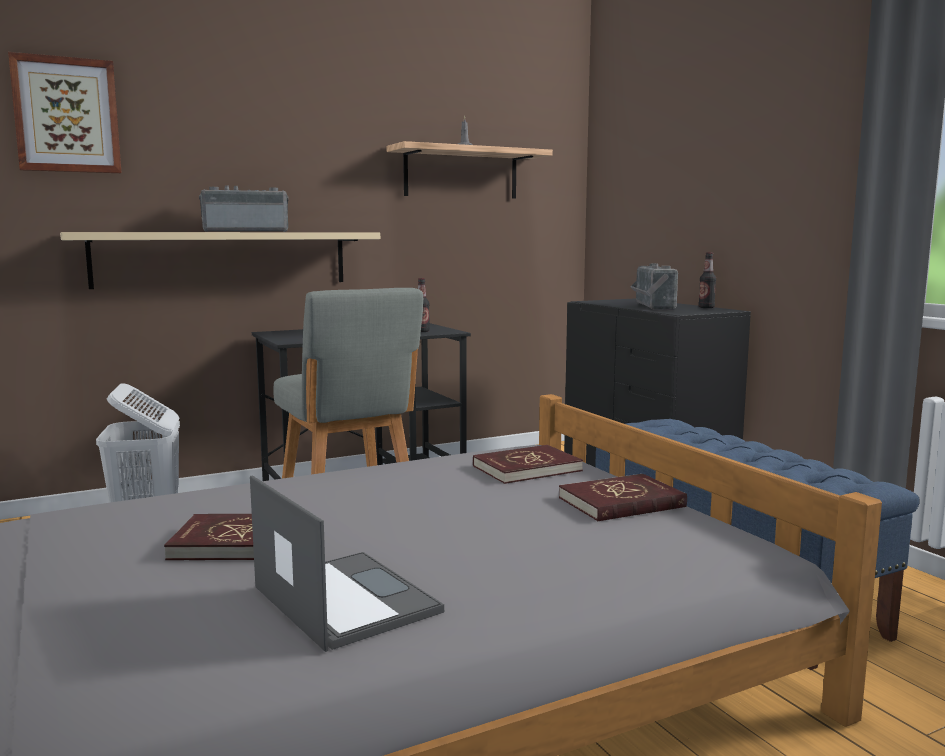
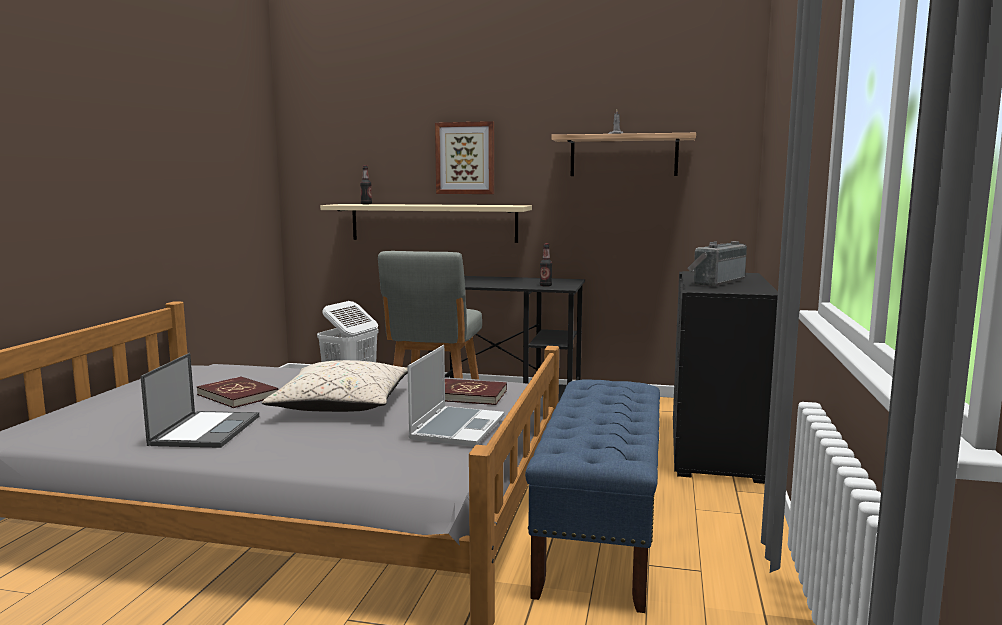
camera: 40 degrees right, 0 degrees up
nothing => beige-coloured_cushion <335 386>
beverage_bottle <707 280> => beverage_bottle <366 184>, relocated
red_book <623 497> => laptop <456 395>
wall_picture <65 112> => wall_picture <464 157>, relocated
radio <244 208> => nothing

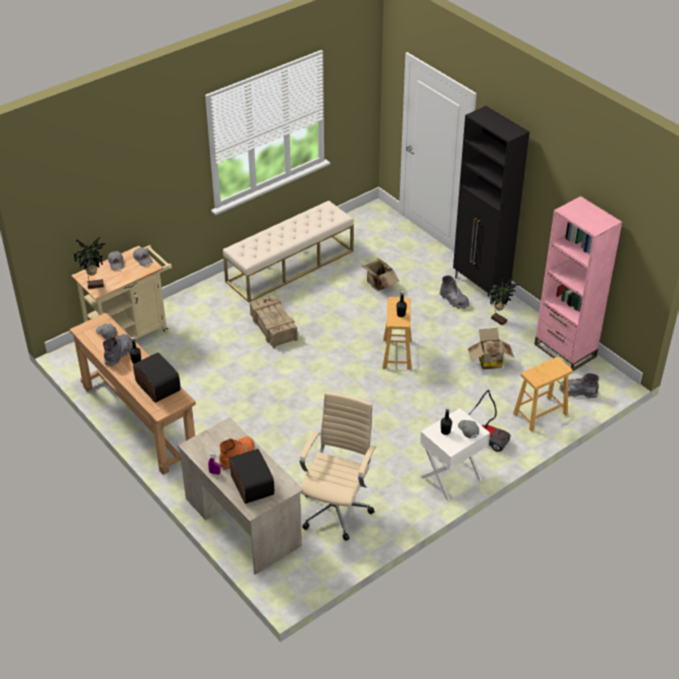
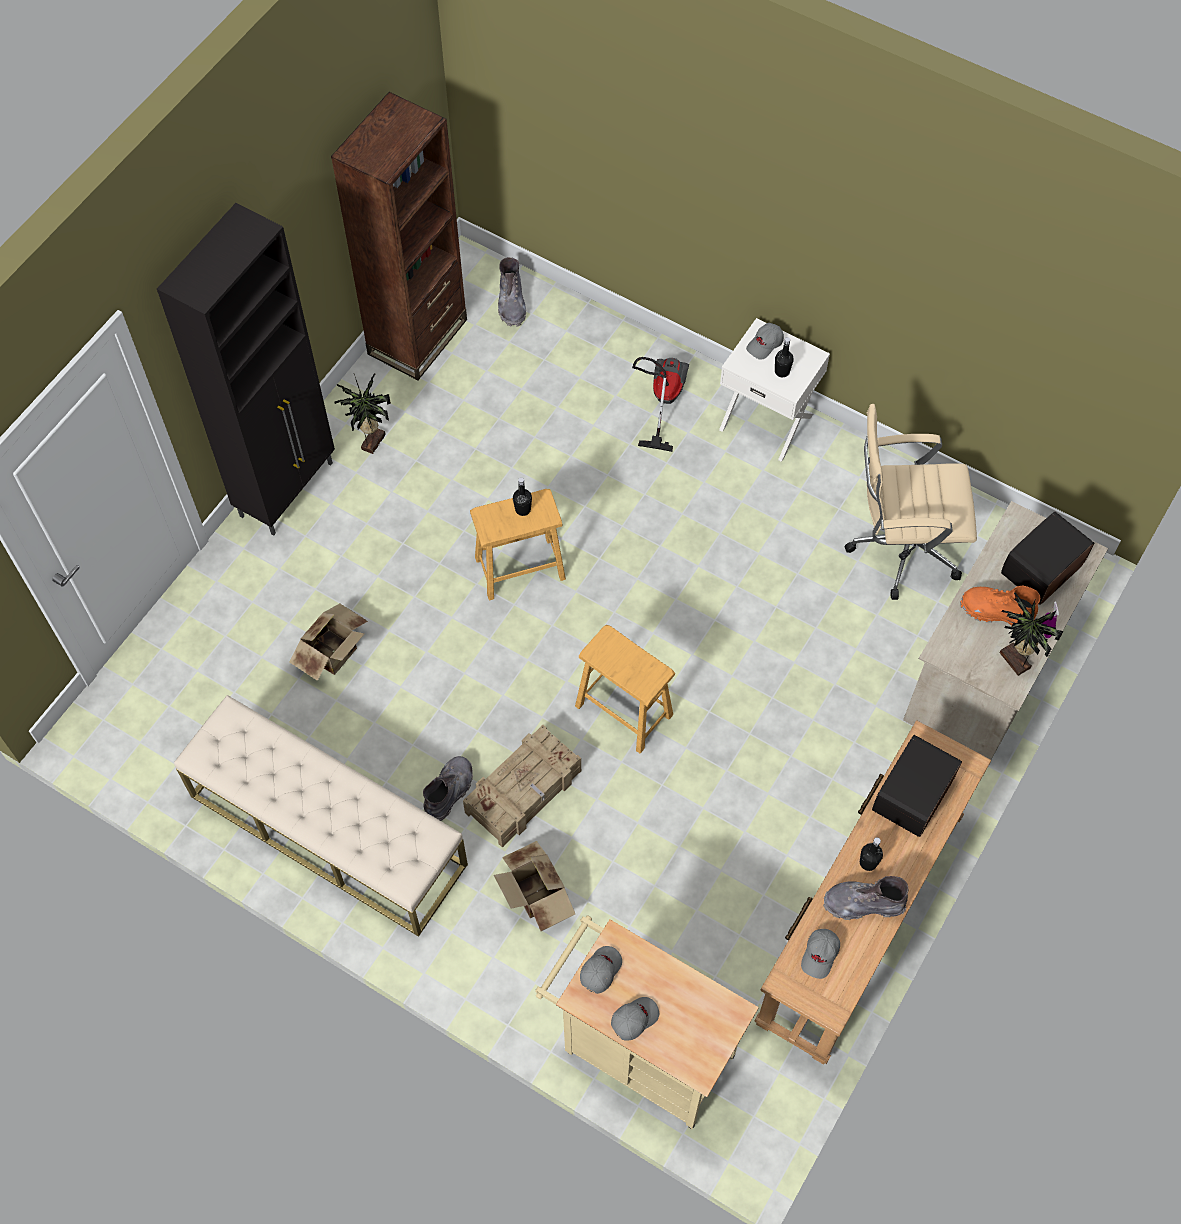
camera: 110 degrees left, 20 degrees up
pink_bookcase <578 283> => brown-coloured_bookcase <399 236>
gray_high-top_boot <454 292> => gray_high-top_boot <448 788>, relocated
packing_box <491 349> => packing_box <534 886>, relocated
brown-coloured_stool_seat <543 394> => brown-coloured_stool_seat <625 689>, relocated
houseplant <90 263> => houseplant <1031 634>, relocated

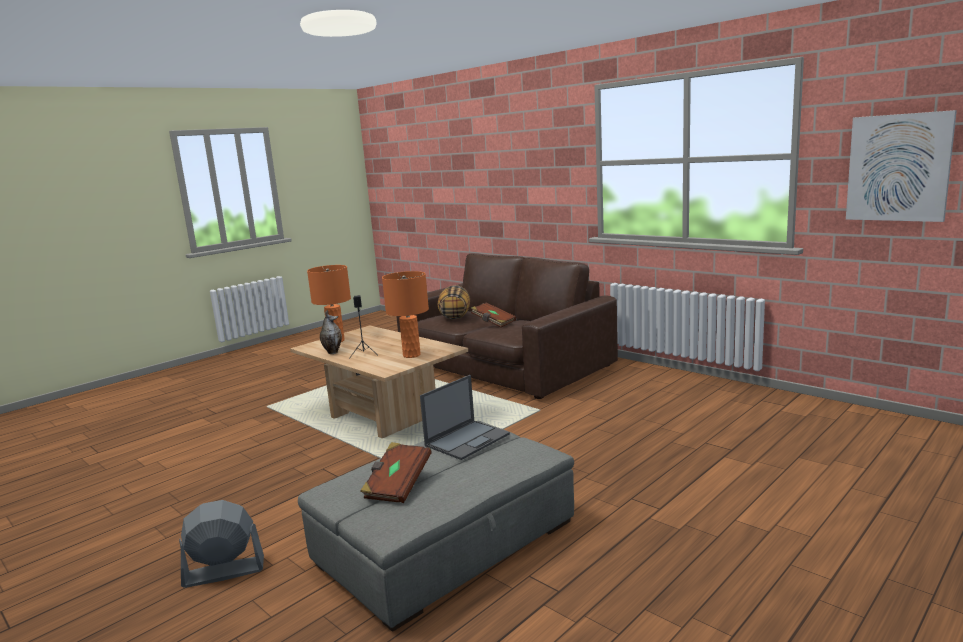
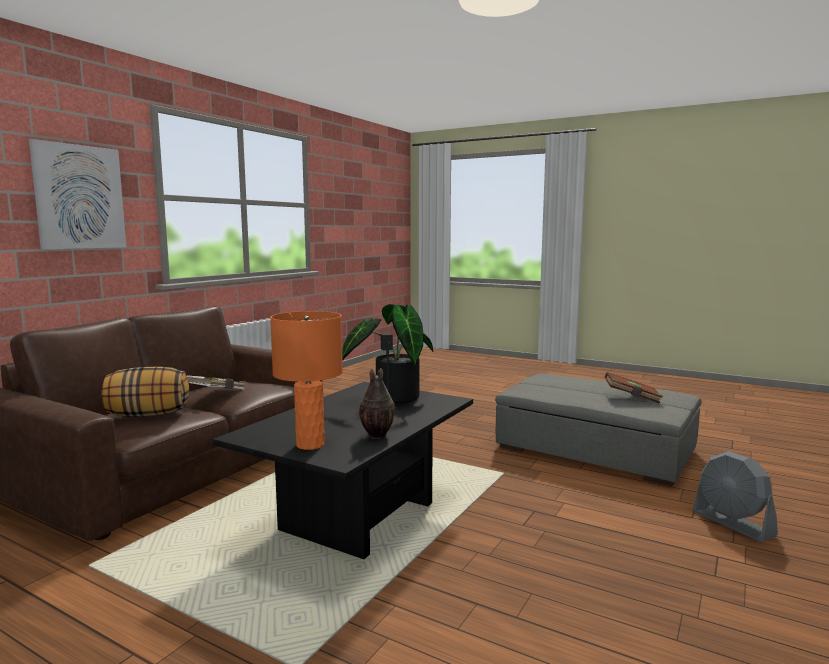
camera: 105 degrees left, 5 degrees down
wall_picture <901 166> => wall_picture <77 194>, relocated
brown-coloured_book <493 315> => white-coloured_book <216 382>
beige-coloured_lounge_table <379 381> => blackish_lounge_table <343 470>
orangey_table_lamp <405 314> => houseplant <387 353>
laptop <465 417> => nothing

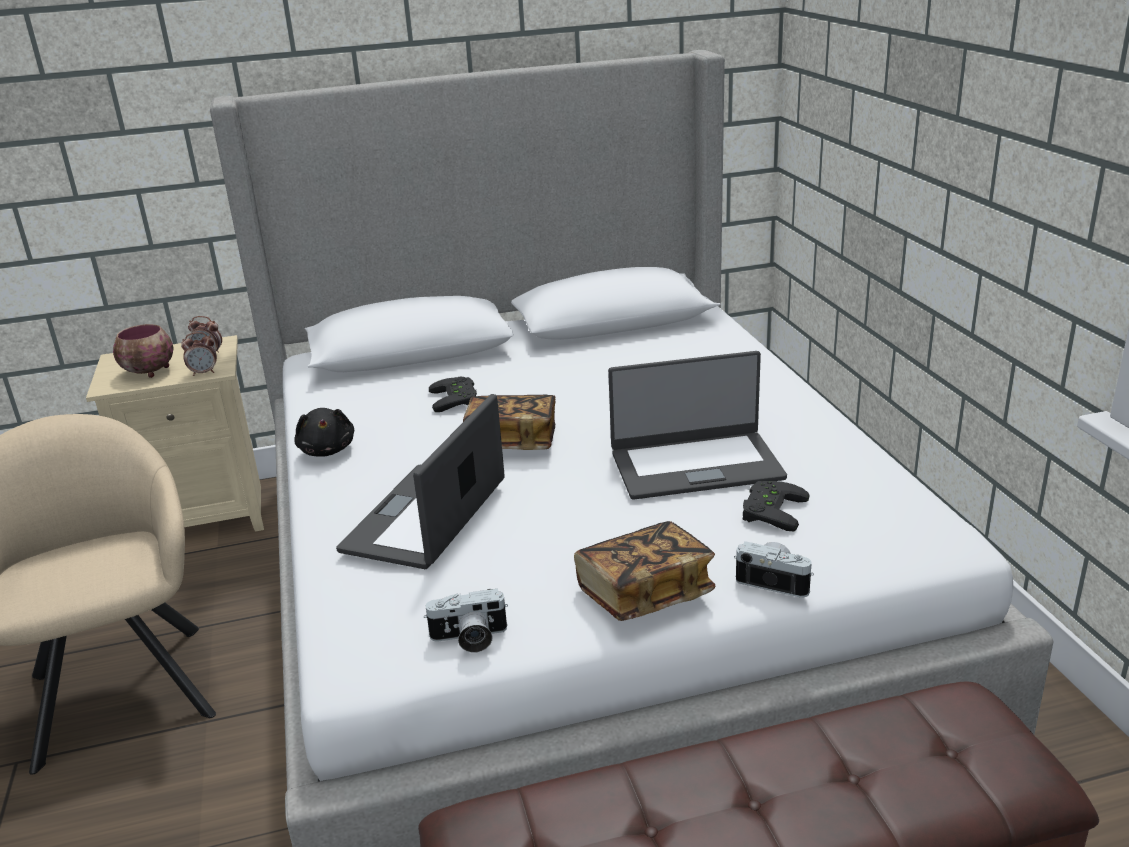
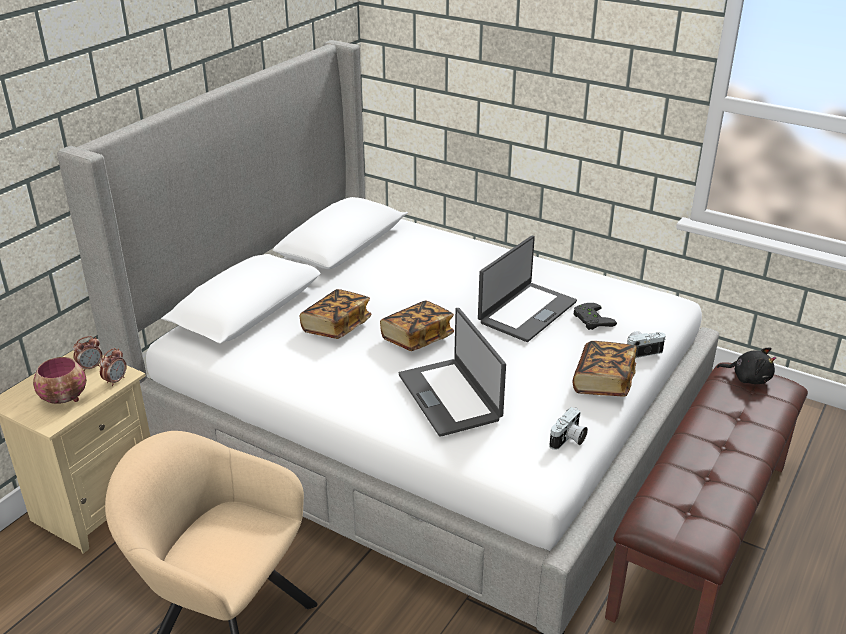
camera: 45 degrees left, 5 degrees up
blackish_game_controller <453 394> => book <335 314>
blackish_plush_toy <324 432> => blackish_plush_toy <746 366>, relocated

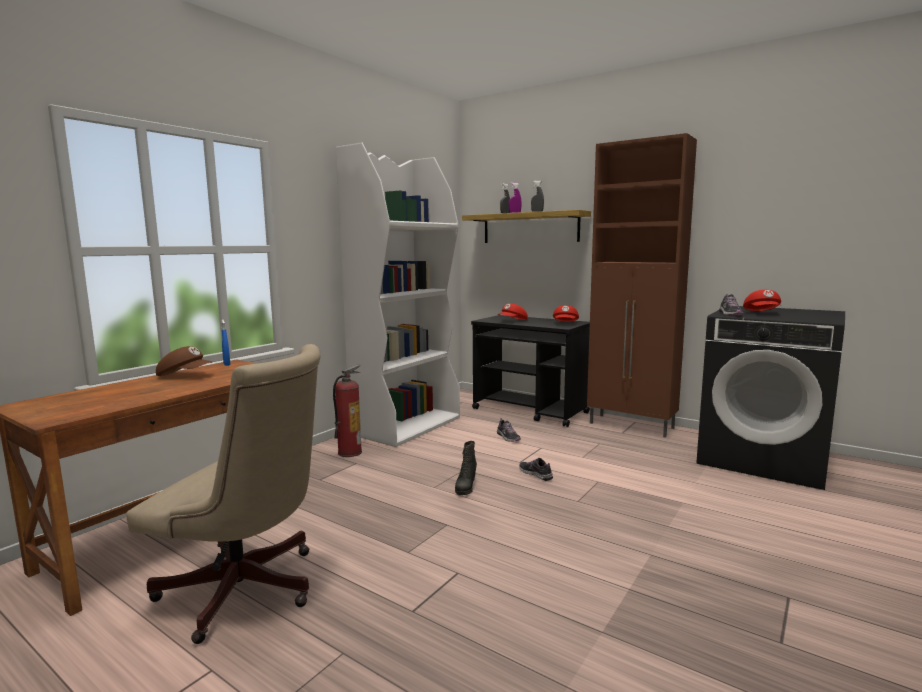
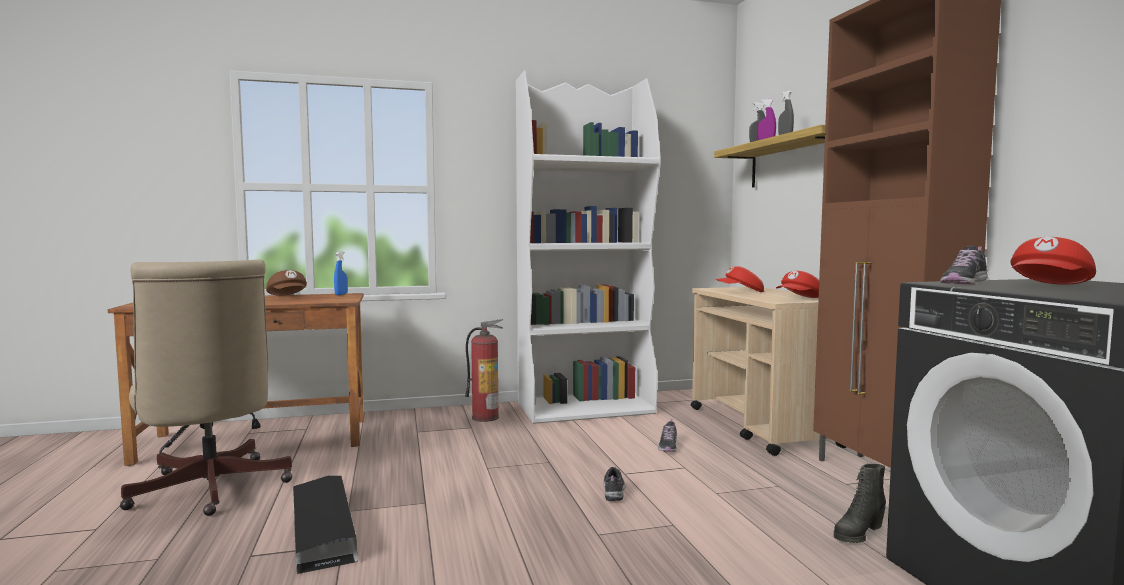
camera: 40 degrees right, 5 degrees down
nothing => blackish_storage_container <325 525>
blackish_cart <530 371> => beige-coloured_cart <768 371>
blackish_high-top_boot <466 468> => blackish_high-top_boot <860 503>, relocated

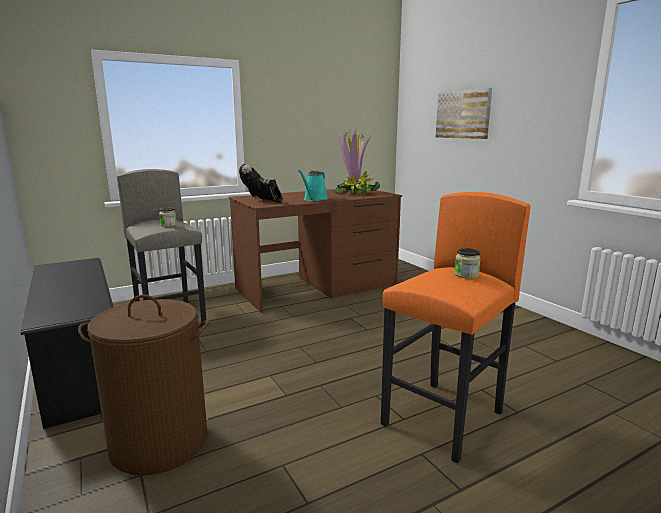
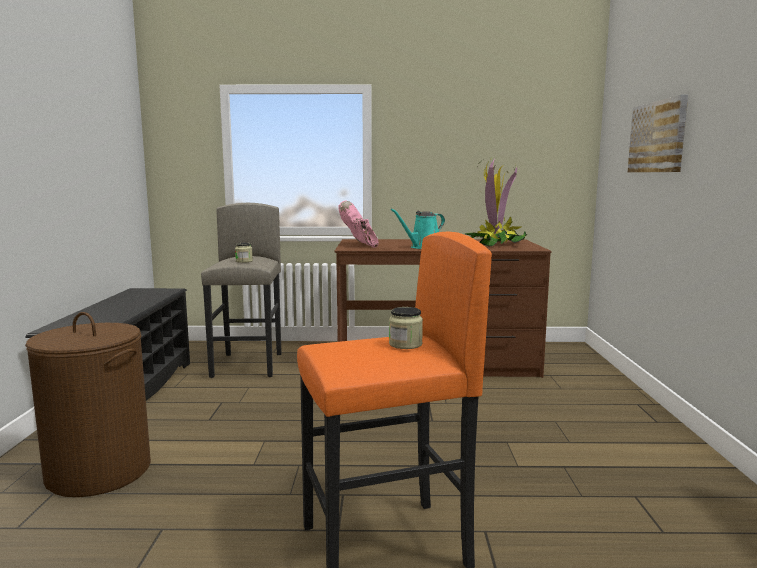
camera: 30 degrees right, 5 degrees down
blackish_high-top_boot <261 183> => pink_high-top_boot <358 224>

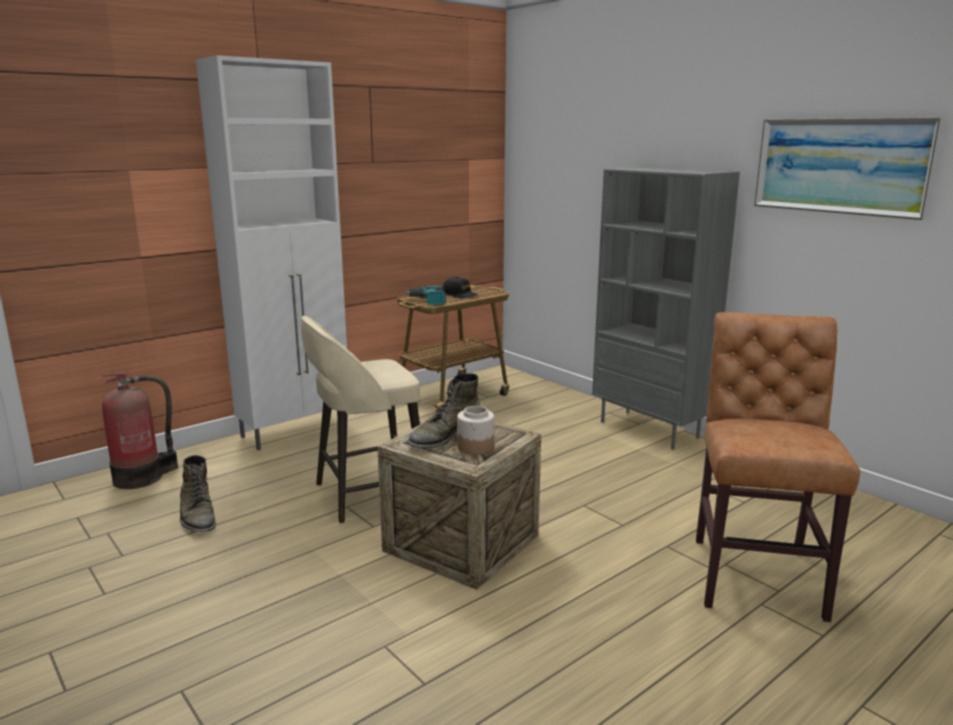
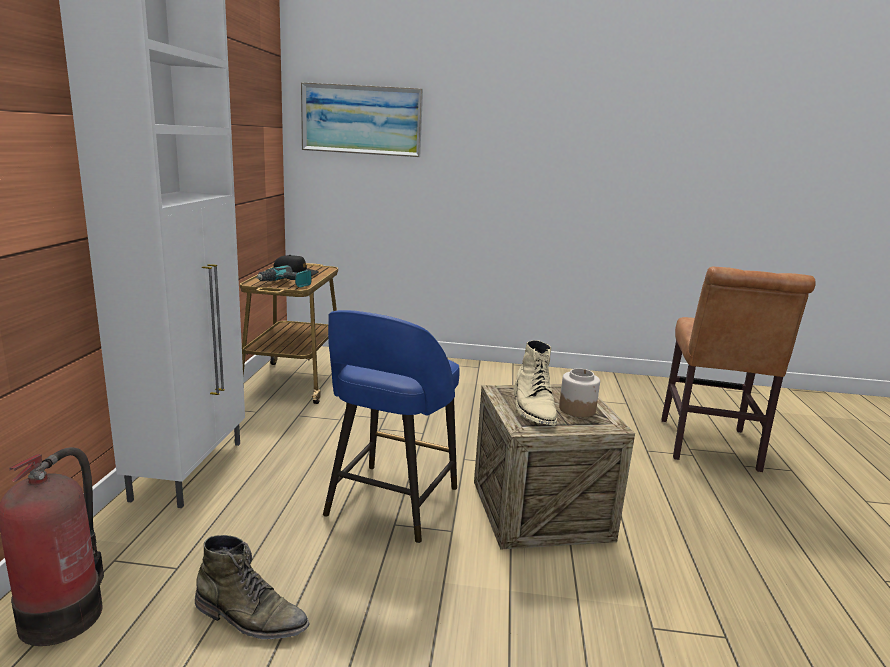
camera: 45 degrees left, 0 degrees up
wall_picture <849 169> => wall_picture <362 119>, relocated
beige-coloured_stool_seat <360 420> => bluish_stool_seat <391 426>
green_high-top_boot <443 411> => beige-coloured_high-top_boot <535 383>
brown-coloured_upright_chair <778 467> => brown-coloured_upright_chair <738 369>, 135 degrees counterclockwise
gray_bookcase <666 308> => nothing

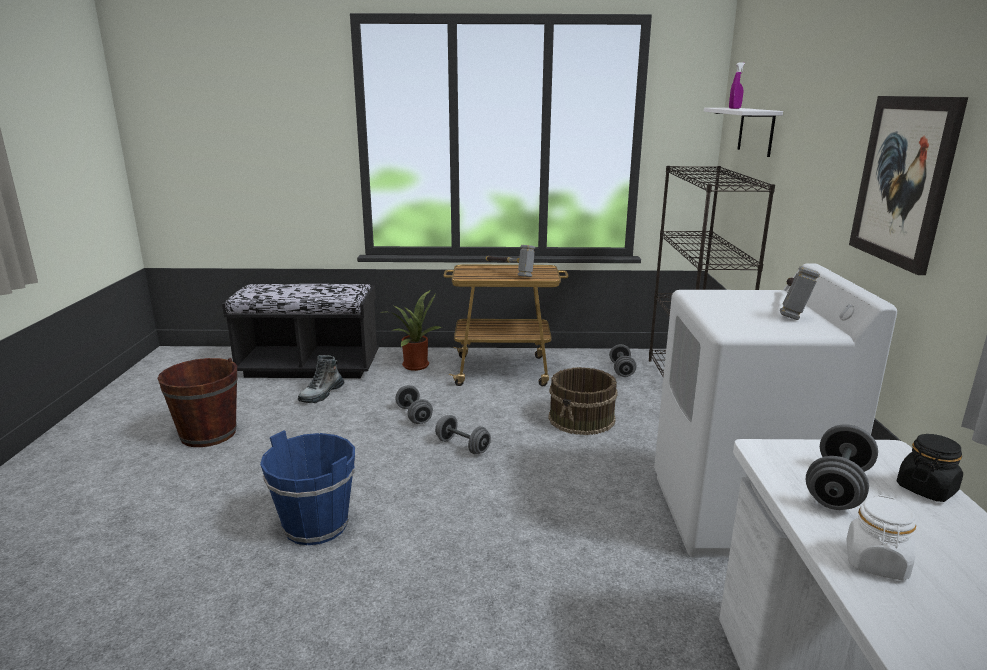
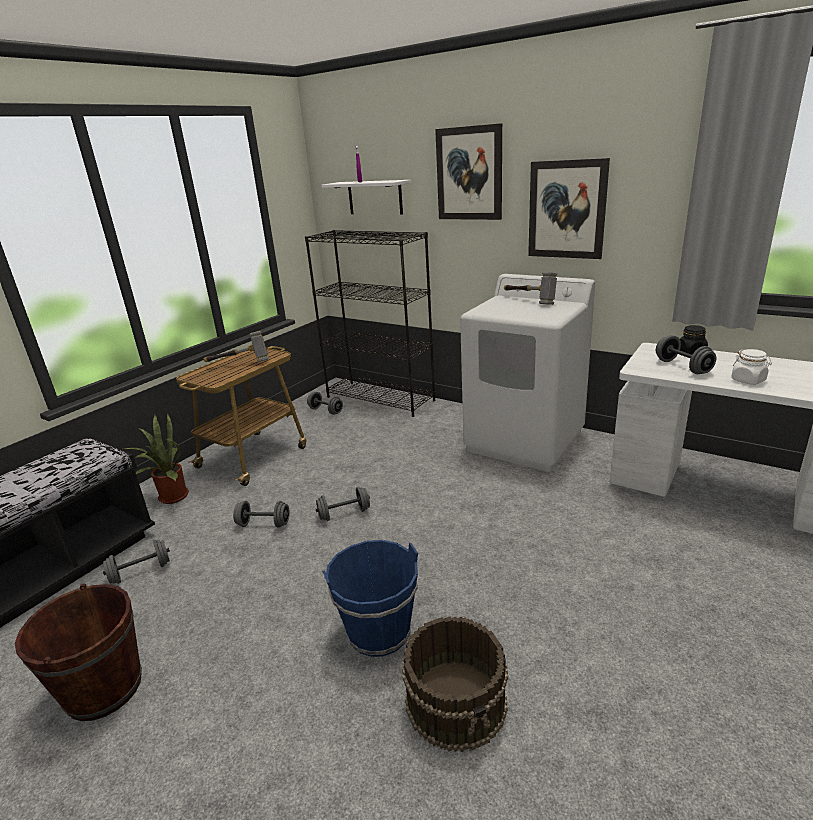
camera: 55 degrees left, 5 degrees up
high-top_boot <321 379> => gray_dumbbell <136 562>
brown-coloured_bucket <583 401> => brown-coloured_bucket <455 684>, relocated
nothing => wall_picture <468 171>

